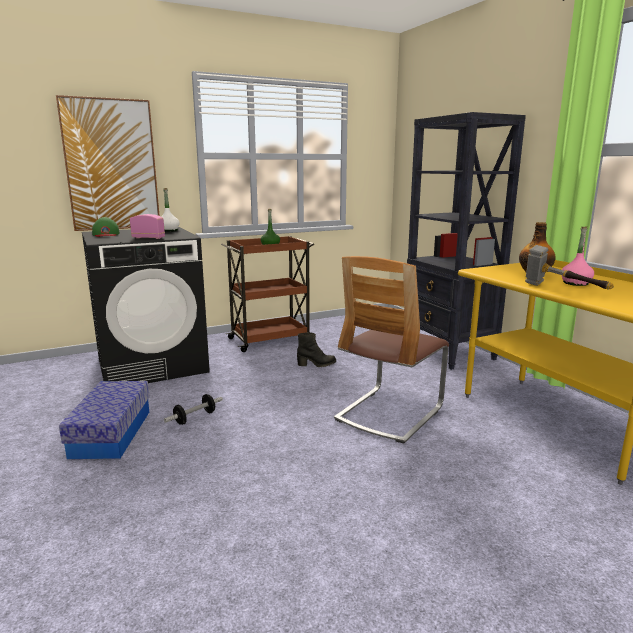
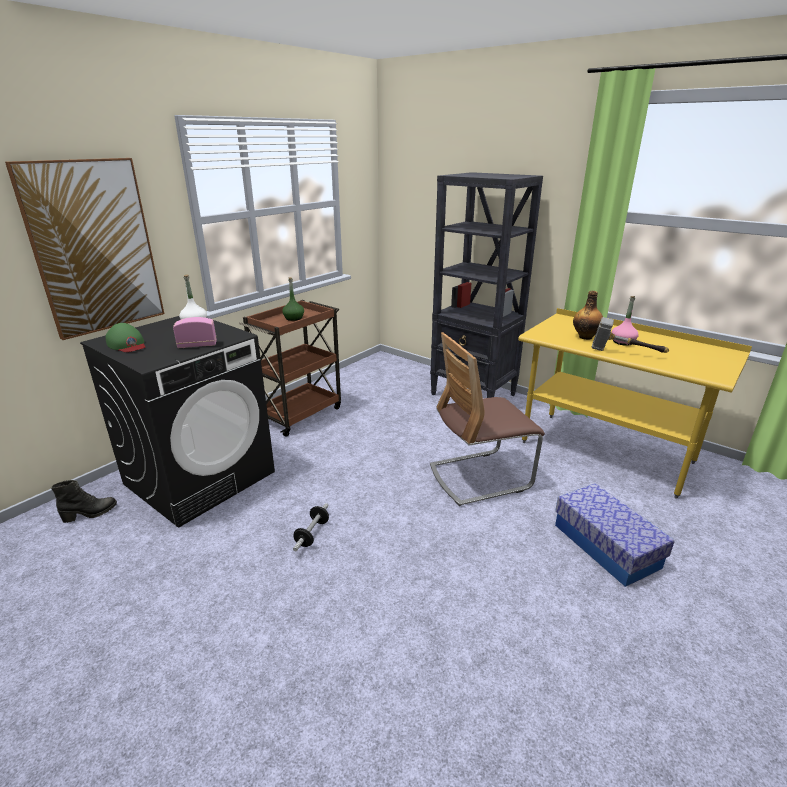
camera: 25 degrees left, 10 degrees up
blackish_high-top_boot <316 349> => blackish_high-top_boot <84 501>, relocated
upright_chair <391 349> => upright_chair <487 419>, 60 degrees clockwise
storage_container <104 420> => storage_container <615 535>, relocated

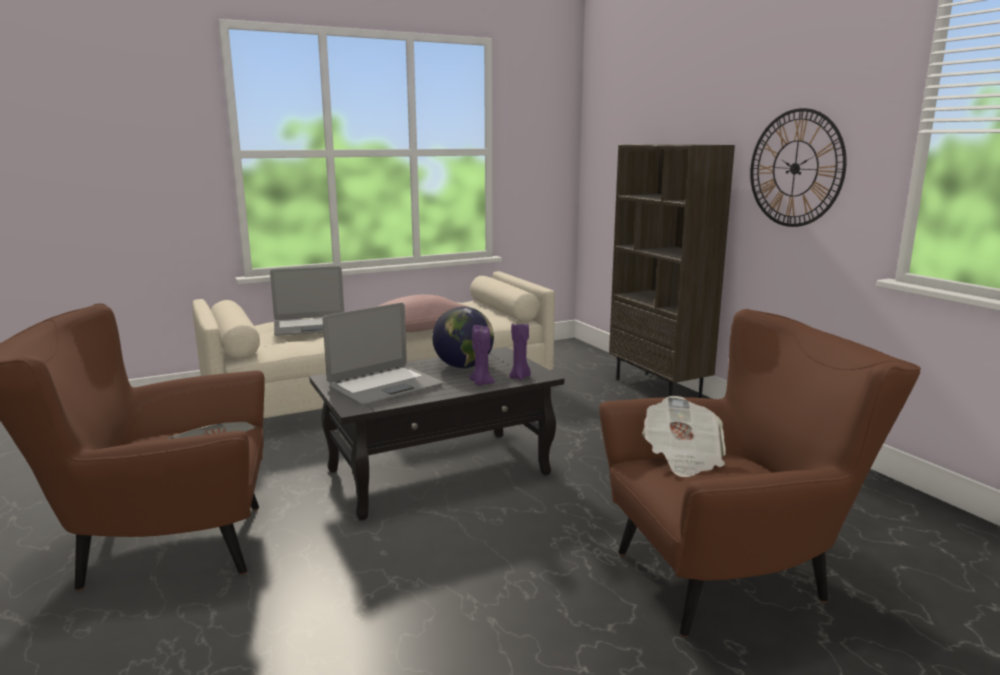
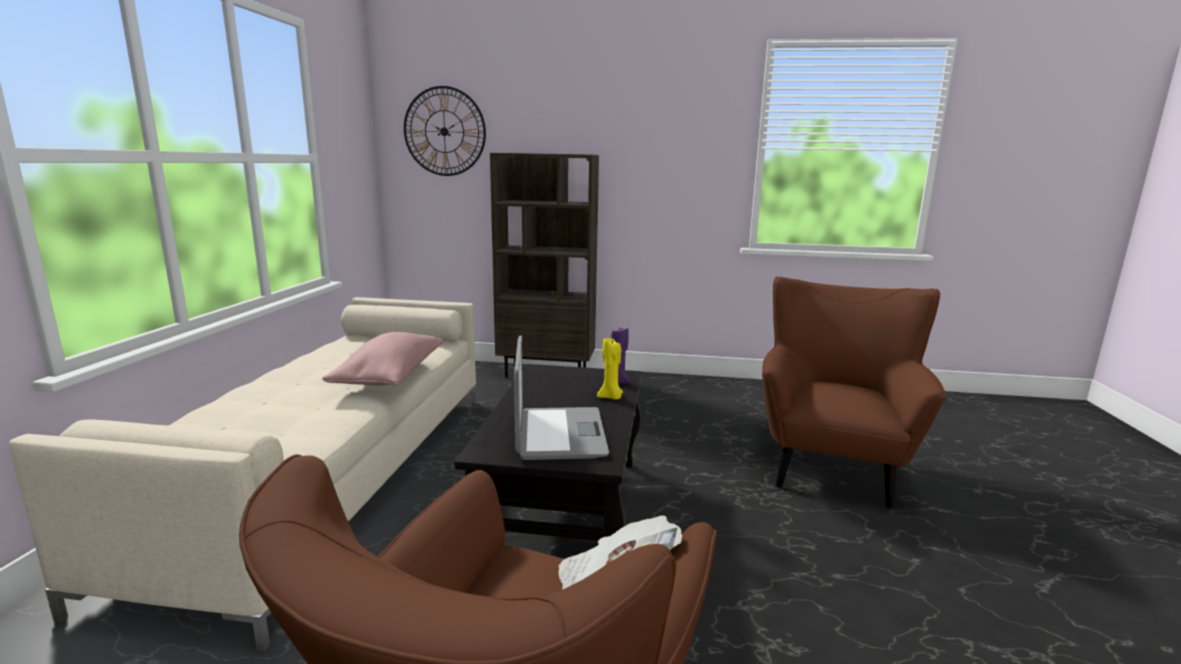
camera: 55 degrees left, 0 degrees up
clock_on_the_wall <798 167> => clock_on_the_wall <445 131>, relocated
purple_candle <482 355> => yellowish_candle <610 368>
laptop <307 301> => nothing
world_globe <463 337> => nothing
daily_paper <684 436> => nothing

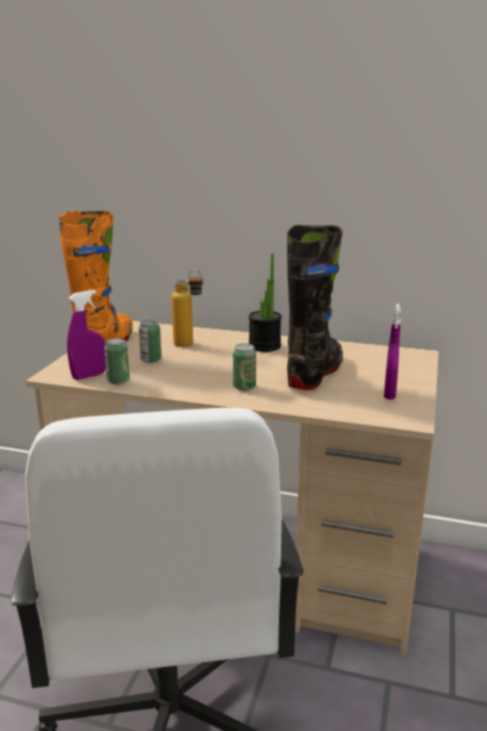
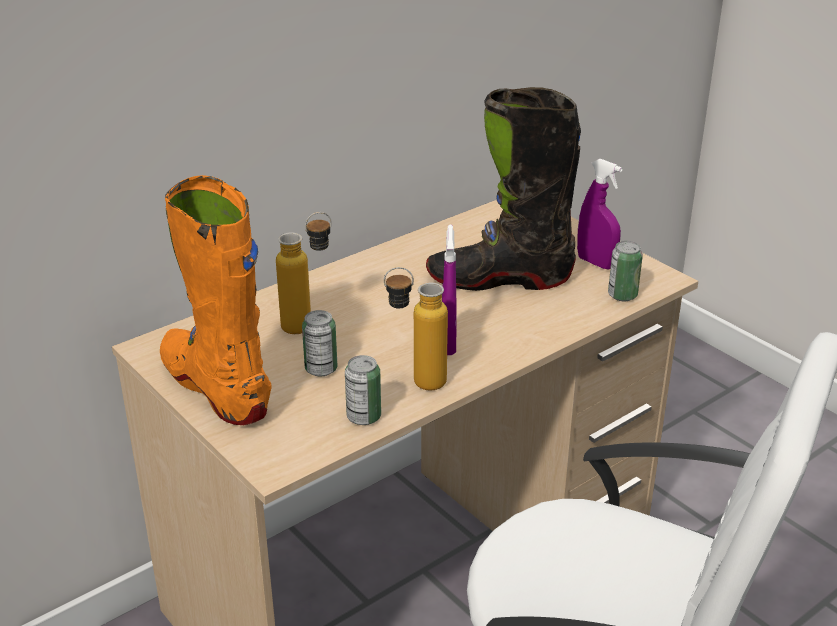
camera: 55 degrees left, 10 degrees up
nothing => beverage_bottle <416 328>
blackish_high-top_boot <315 307> => blackish_high-top_boot <503 189>, 60 degrees counterclockwise
purple_sprayer <86 335> => purple_sprayer <449 290>, relocated
can <244 367> => can <625 271>, relocated
houseplant <265 302> => nothing

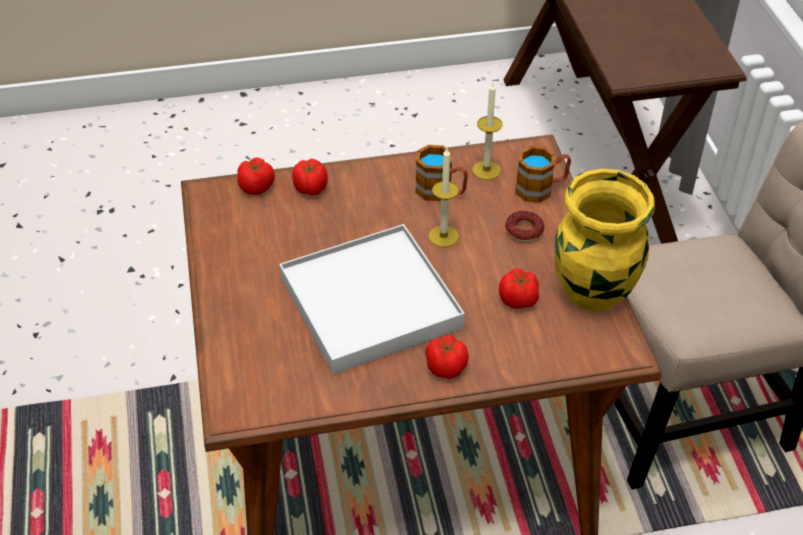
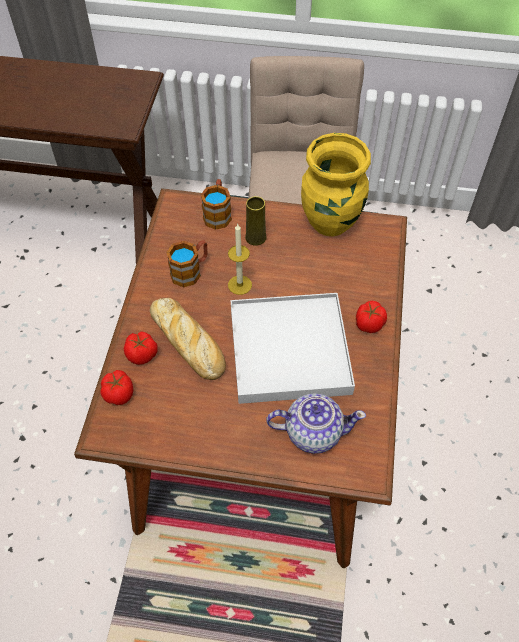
camera: 70 degrees left, 10 degrees up
nothing => bread <188 339>
donut <524 226> => yellowish_flower_vase <256 221>
nothing => teapot <316 423>
candle <487 131> => nothing
fresh_tomato <519 288> => nothing

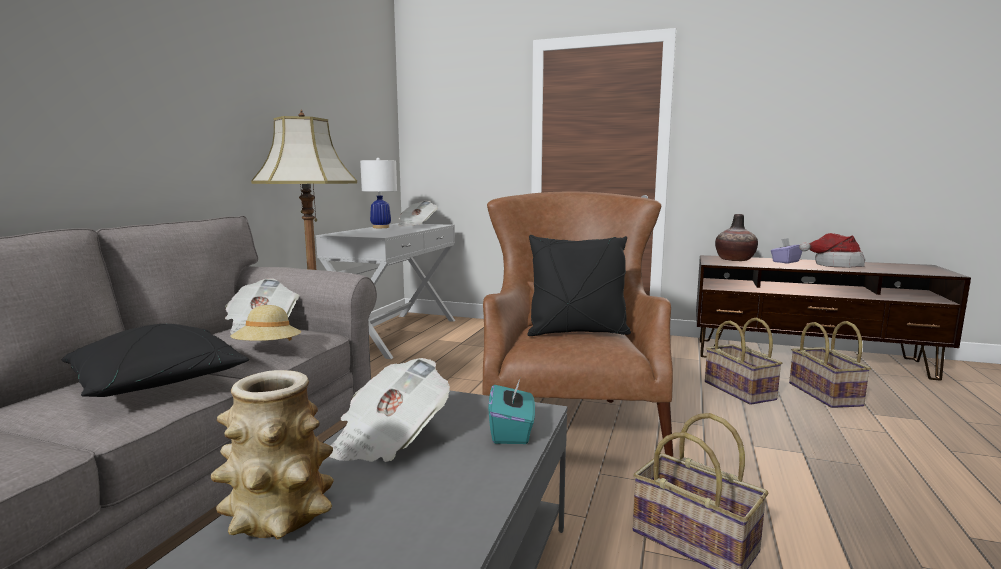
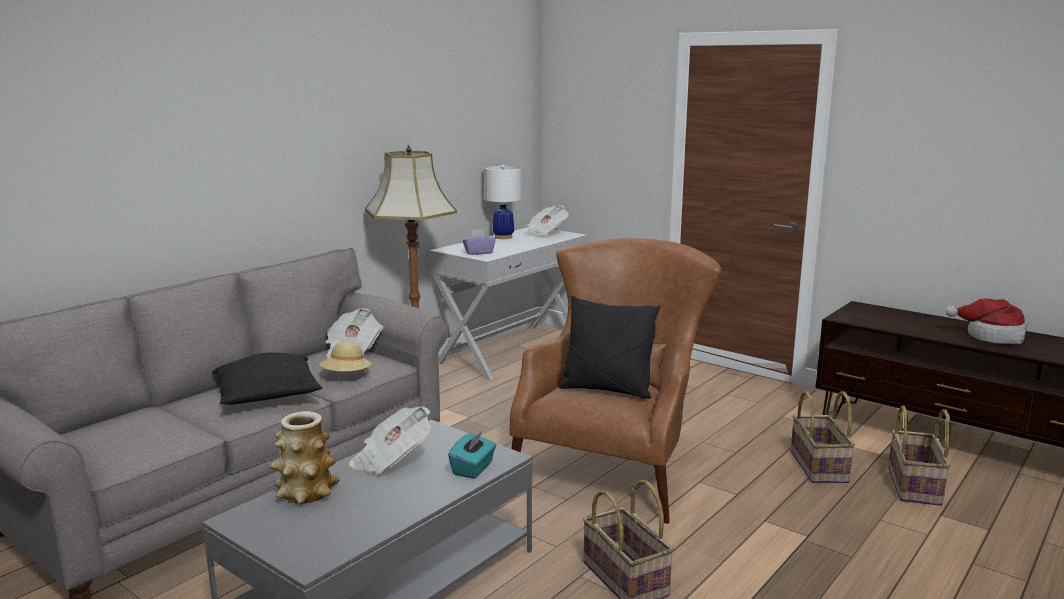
camera: 20 degrees right, 5 degrees up
purple_box_of_tissues <786 250> => purple_box_of_tissues <479 242>, relocated
flower_vase <736 237> => nothing

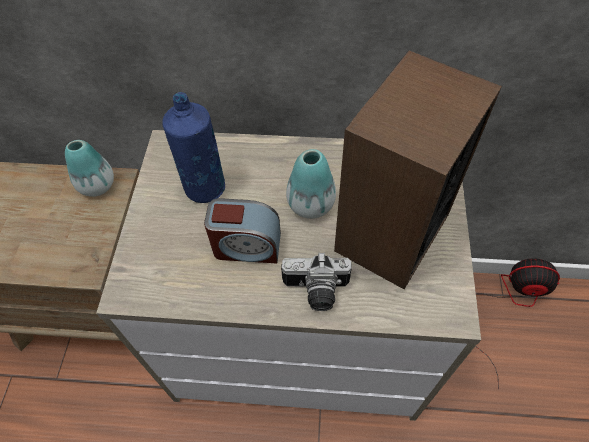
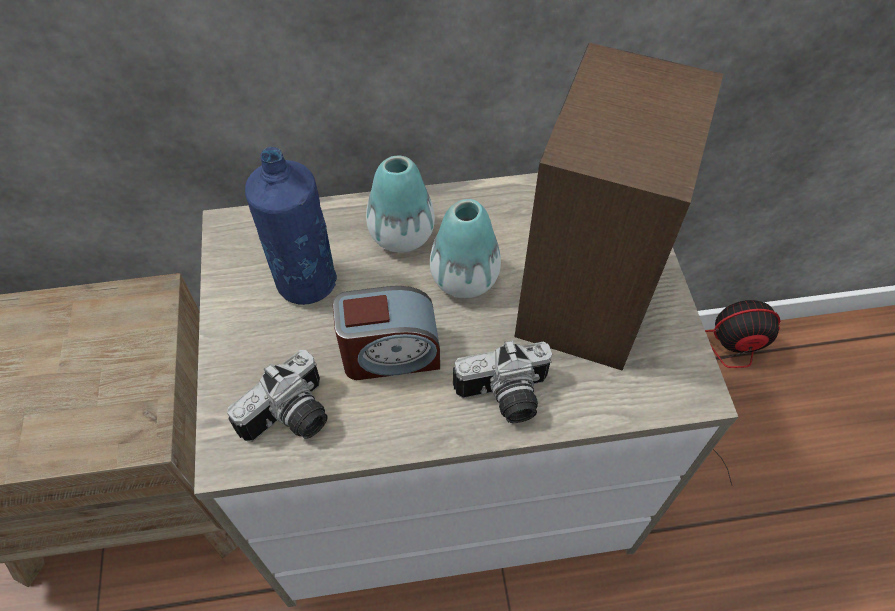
camera: 15 degrees left, 0 degrees up
nothing => photo_camera <277 395>
flower_vase <89 168> => flower_vase <400 204>, relocated

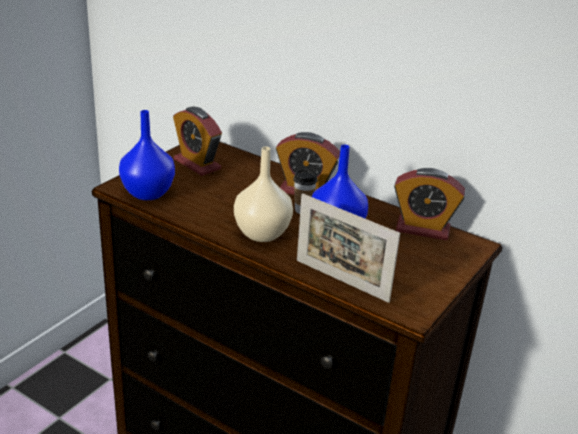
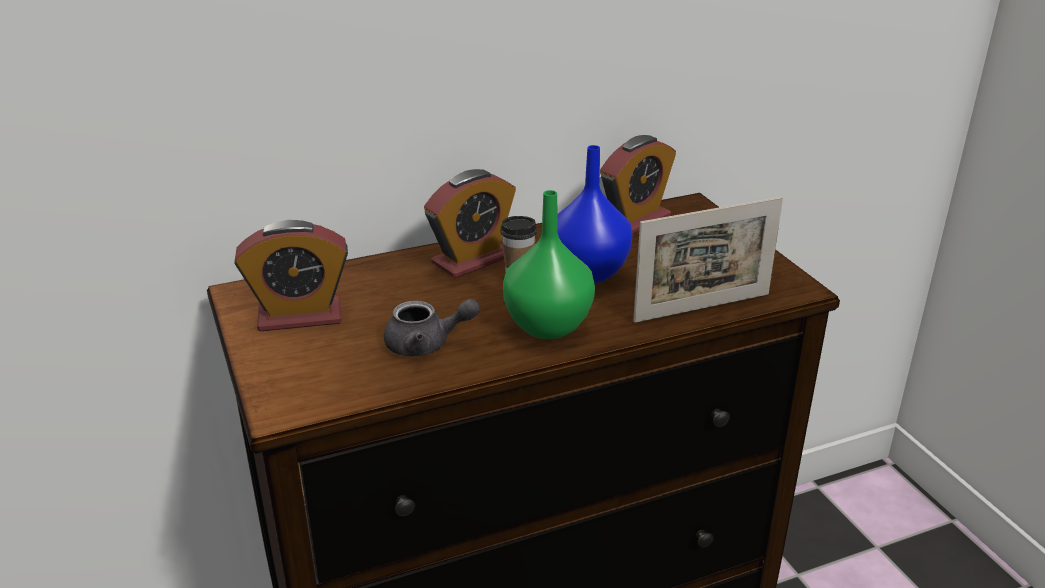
camera: 55 degrees left, 0 degrees up
nothing => gray_teapot <432 327>
beige-coloured_flower_vase <263 194> => green_flower_vase <549 264>
bluish_flower_vase <147 155> => nothing

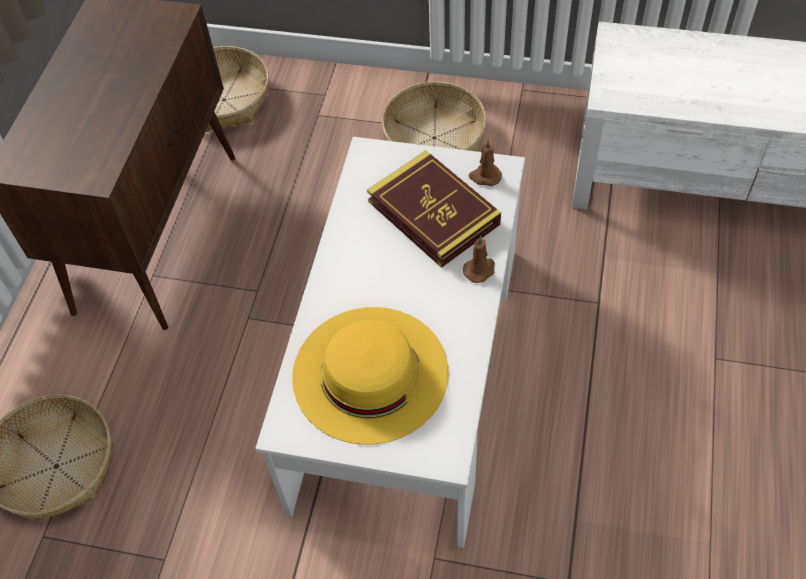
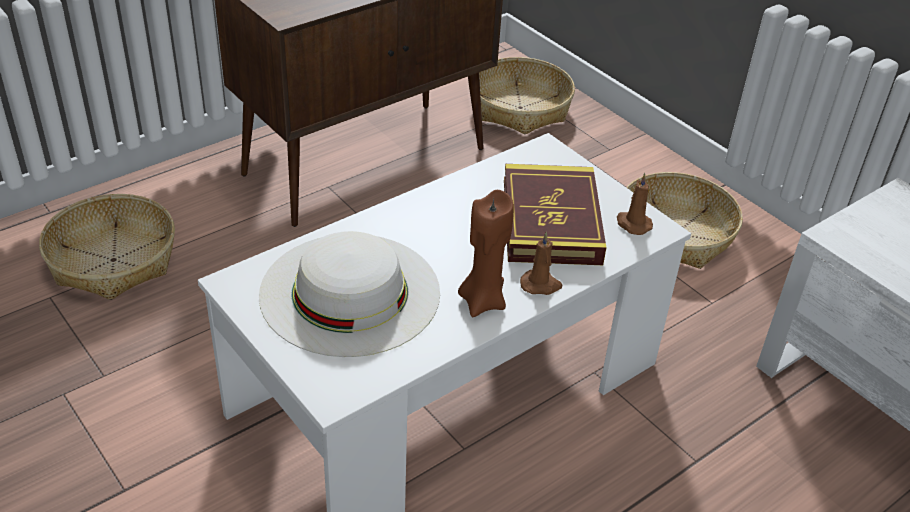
camera: 35 degrees right, 15 degrees down
yellowish_wearable_hat <370 376> => white-coloured_wearable_hat <349 294>
nothing => brown-coloured_candle <486 253>

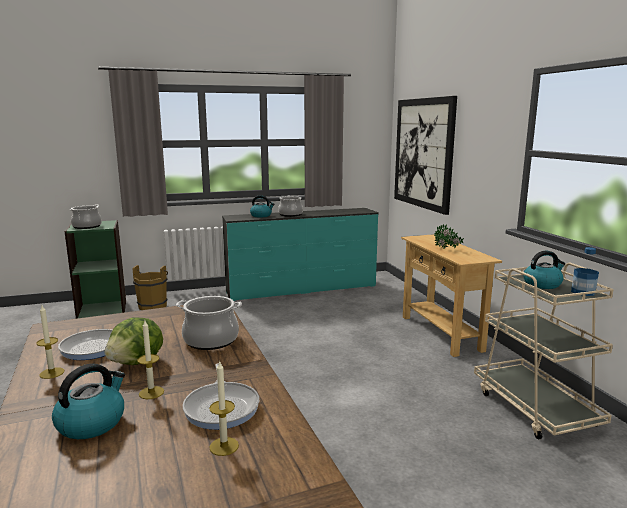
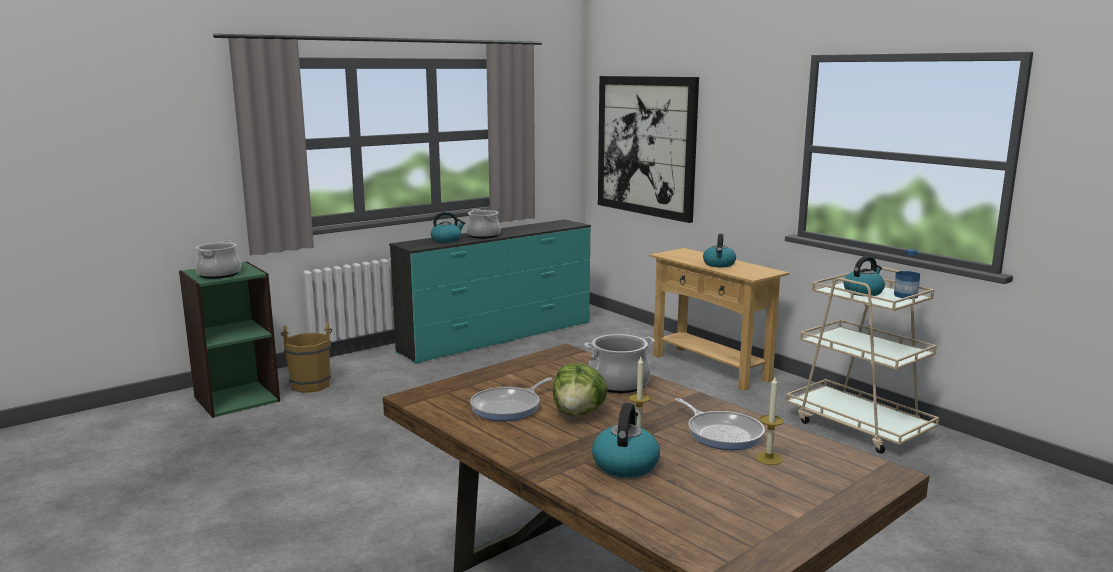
camera: 20 degrees left, 0 degrees up
houseplant <449 236> => water_kettle <719 250>
candle <50 342> => nothing

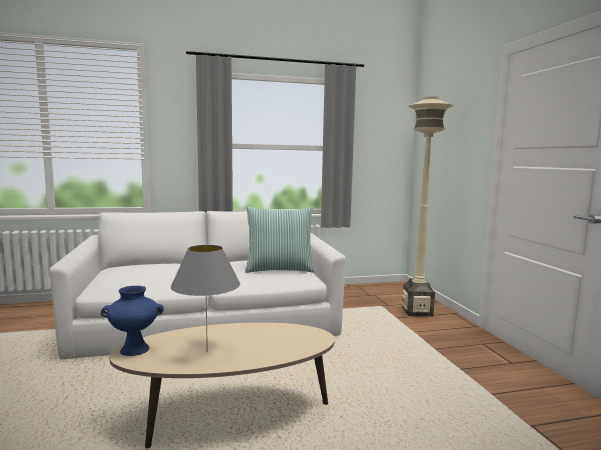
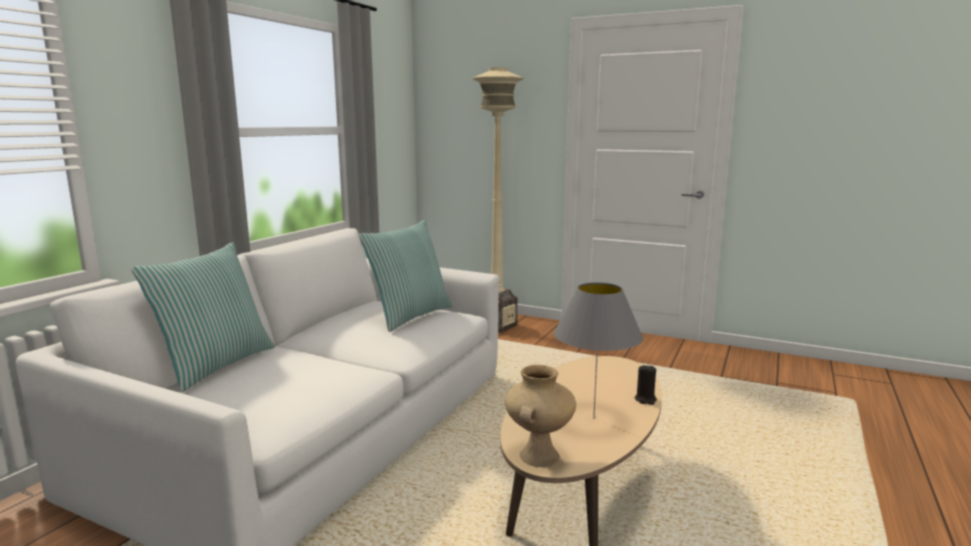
camera: 50 degrees left, 5 degrees up
nothing => cushion <203 317>
bluish_flower_vase <132 321> => beige-coloured_flower_vase <540 416>
nothing => blackish_candle <646 385>

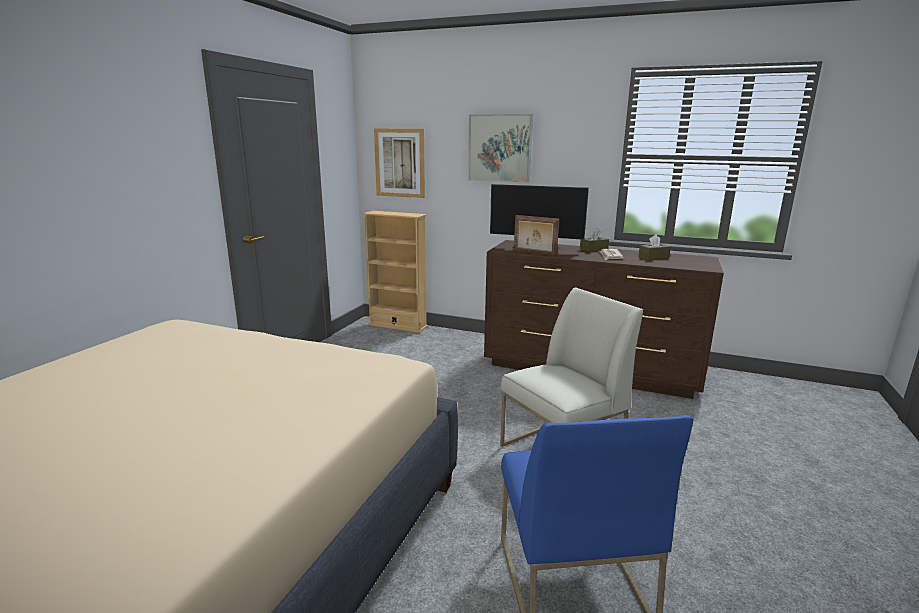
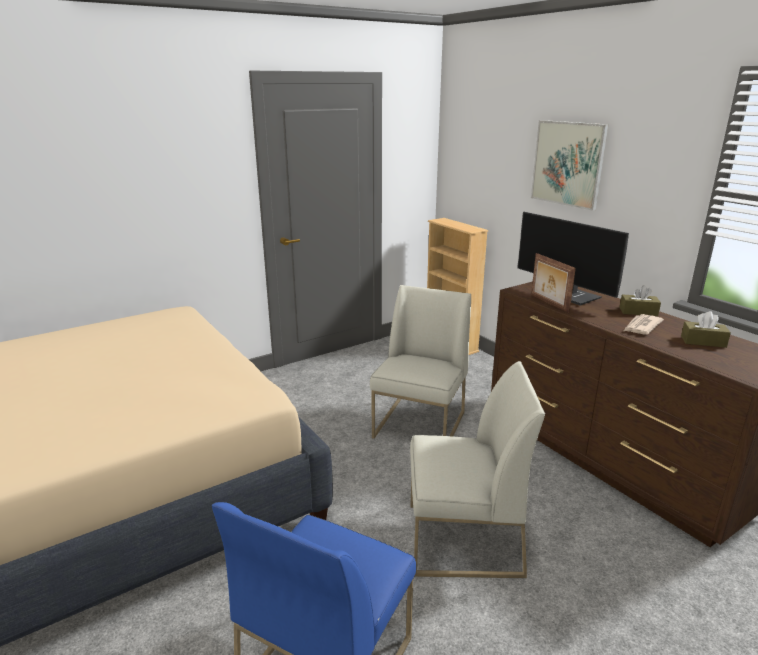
camera: 35 degrees right, 5 degrees up
nothing => white-coloured_upright_chair <420 362>
wall_picture <399 163> => nothing

